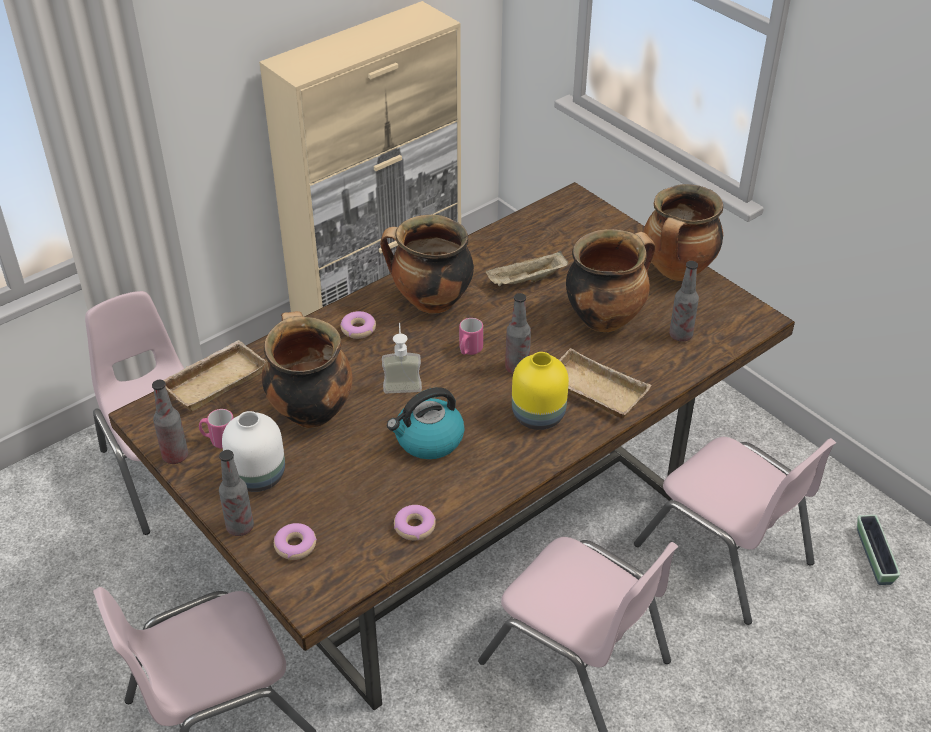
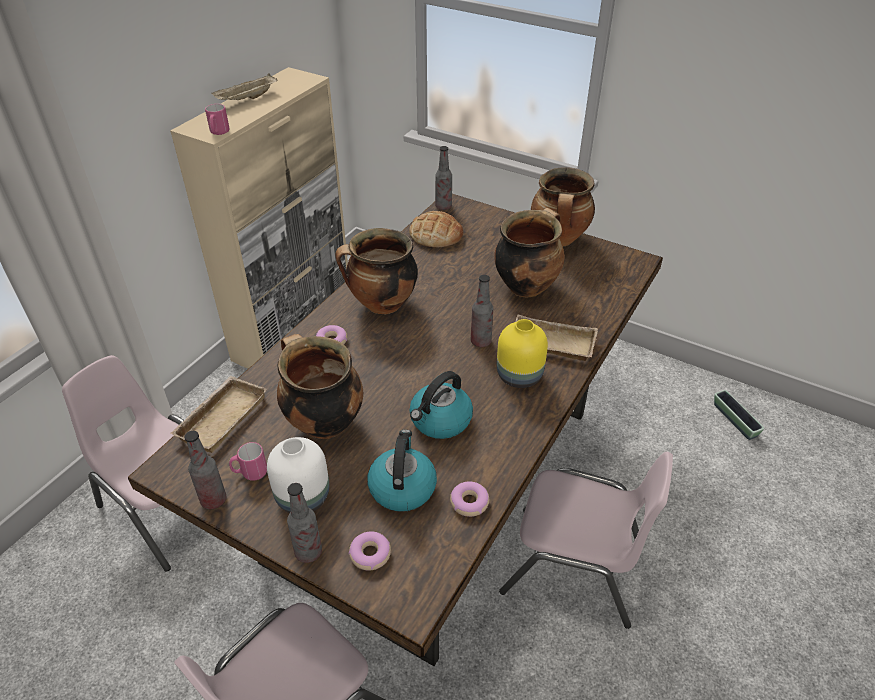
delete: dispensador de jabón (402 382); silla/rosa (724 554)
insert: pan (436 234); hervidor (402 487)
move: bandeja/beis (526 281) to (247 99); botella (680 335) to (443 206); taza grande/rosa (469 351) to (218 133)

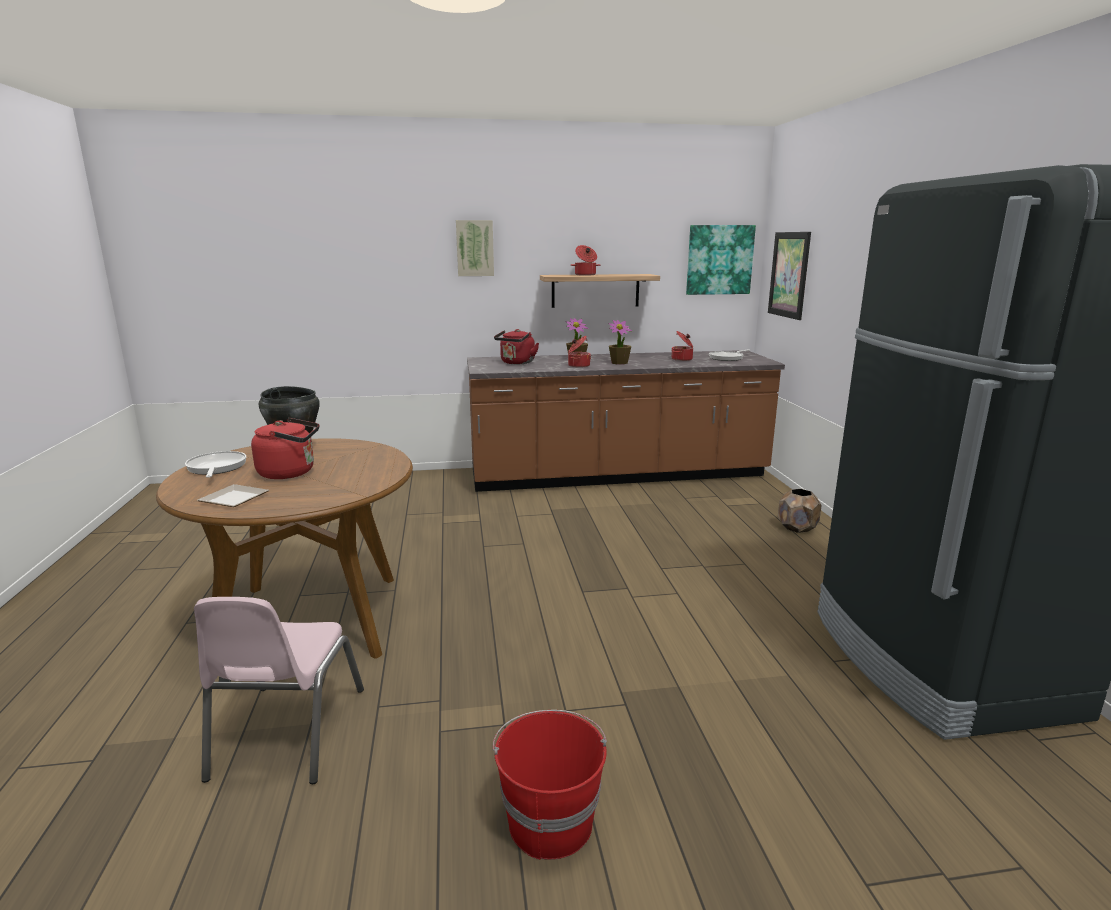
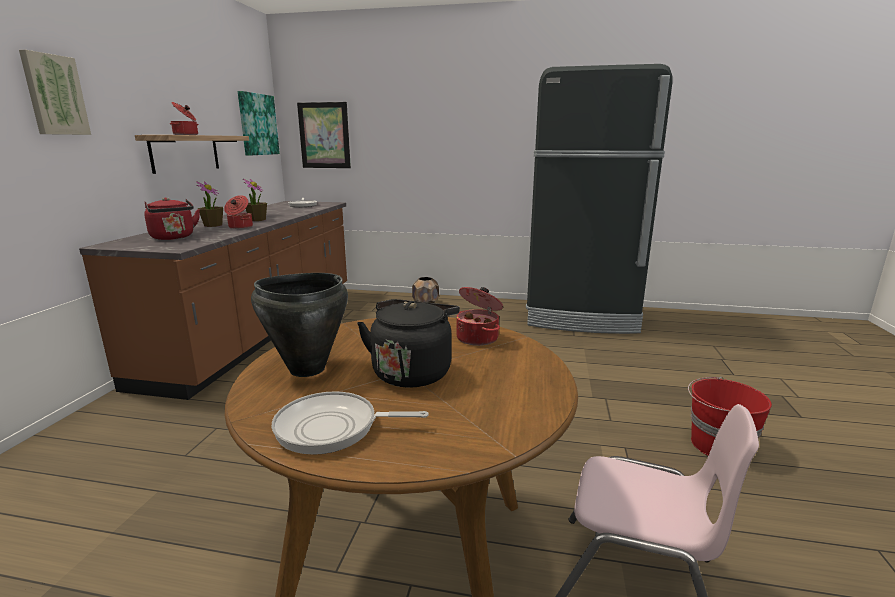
delete: plato (231 499)
move: olla (682 359) to (478 338)
recolor: hervidor/rojo (290 473) to hervidor/negro (413 371)

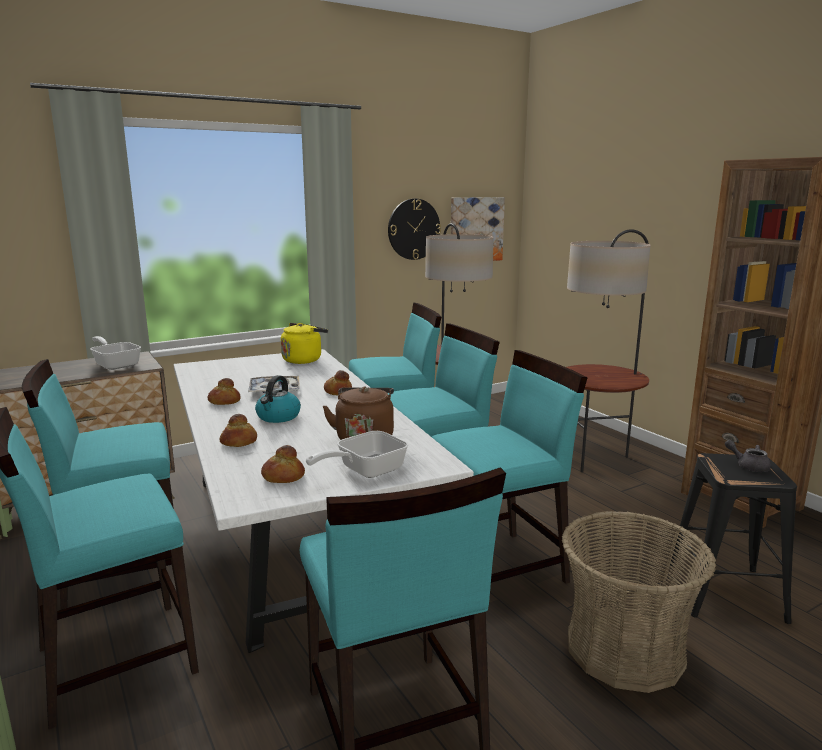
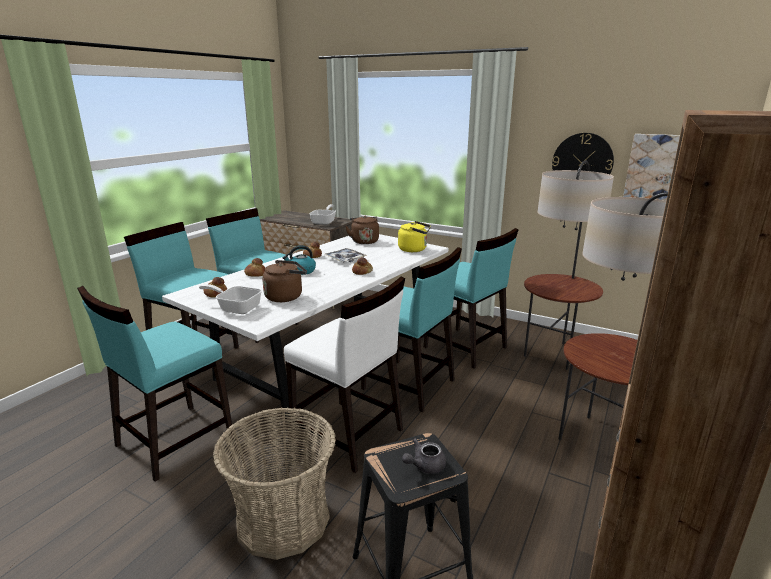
insert: hervidor/marrón (364 241)
recolor: silla/turquesa (498 568) to silla/blanco (348 435)
rotate: tetera/gris (748 466) = (424 466) 135 degrees counterclockwise

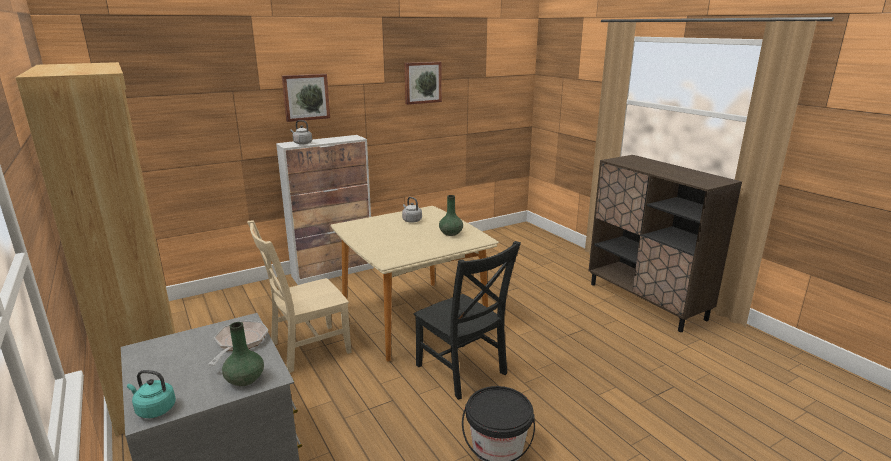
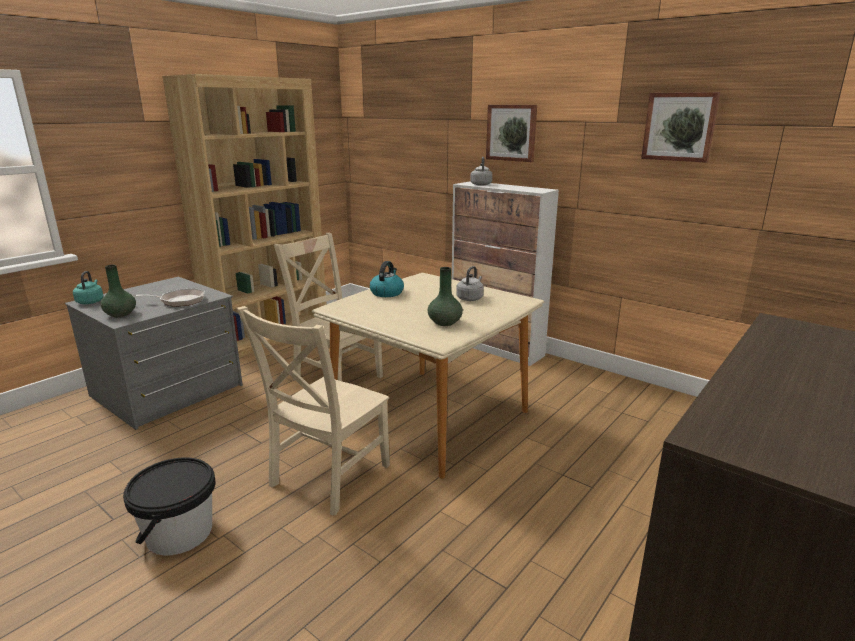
insert: hervidor (387 293)
recolor: silla/negro (463 371) to silla/beis (327 478)

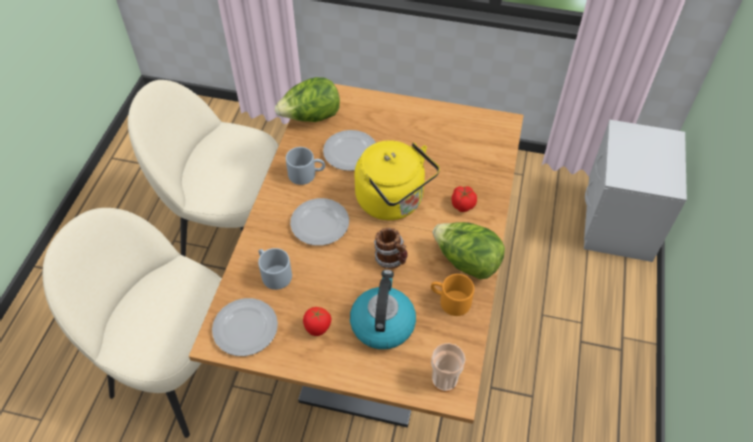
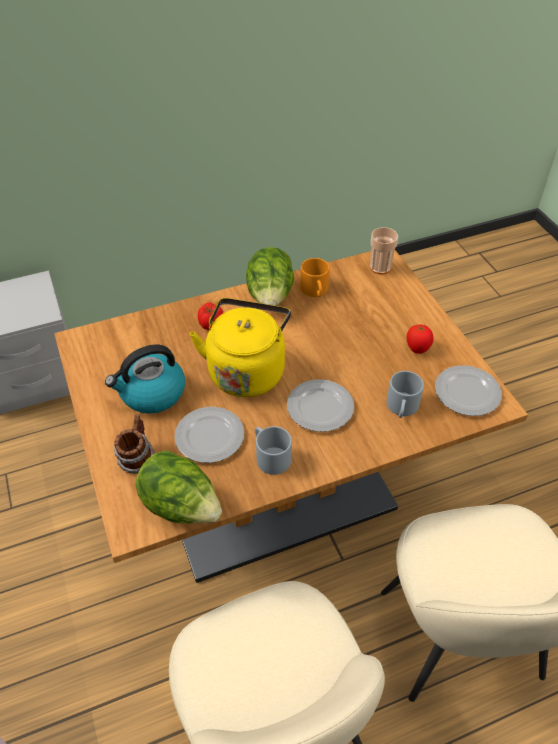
move: taza grande (392 259) to (137 459); hervidor (382 323) to (152 394)

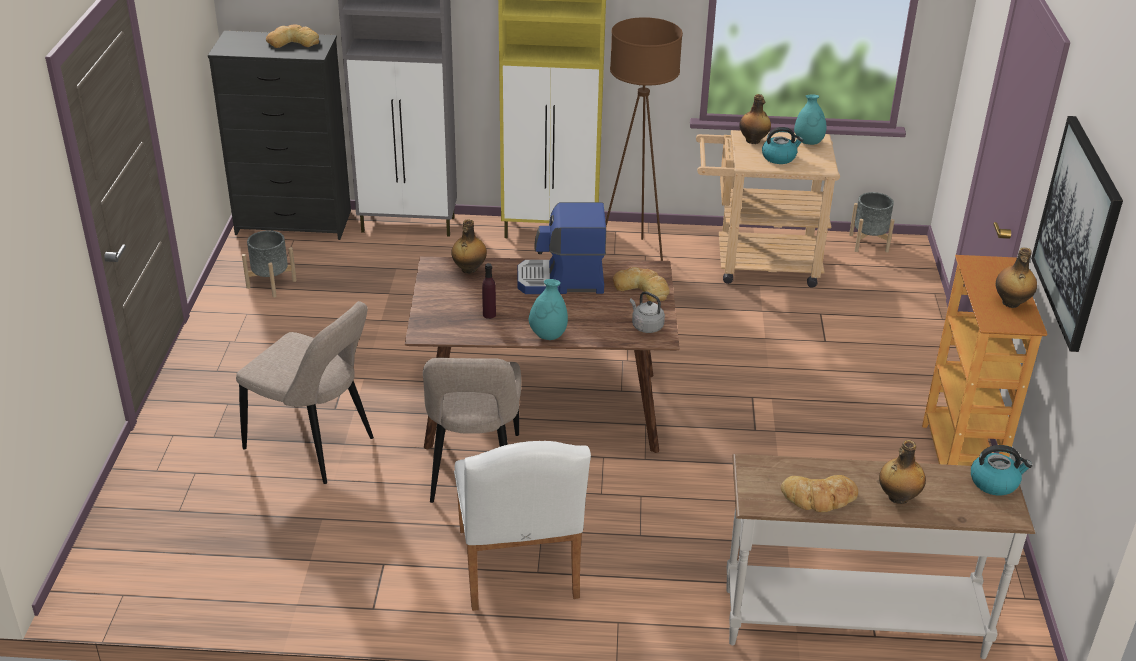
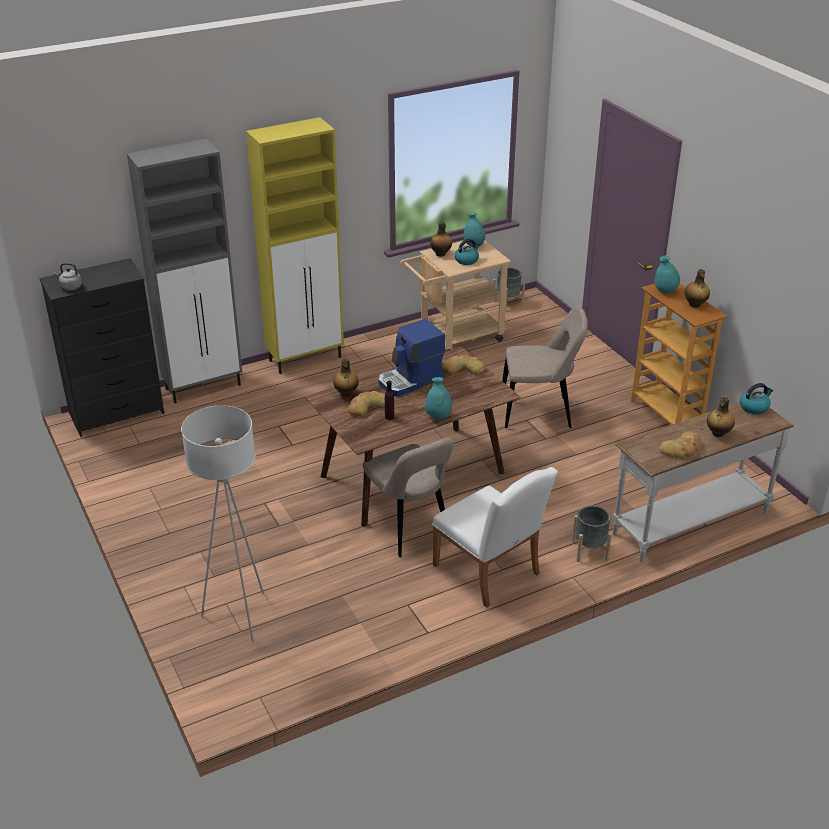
delete: lámpara de pie/marrón (634 258); cuadro (1077 232)
insert: florero/turquesa (665 291); lámpara de pie/blanco (240 615)
move: pan (293 42) to (366 406); maceta/gris (271 284) to (589 550); hervidor/gris (646 326) to (70 287); silla/beis (314 446) to (539 413)

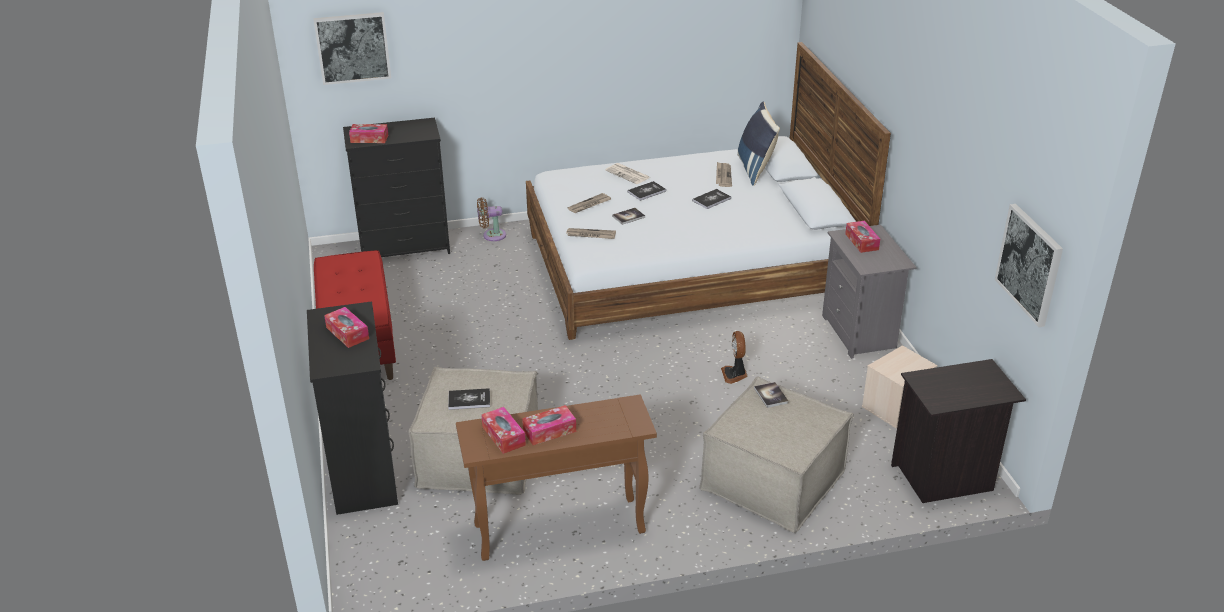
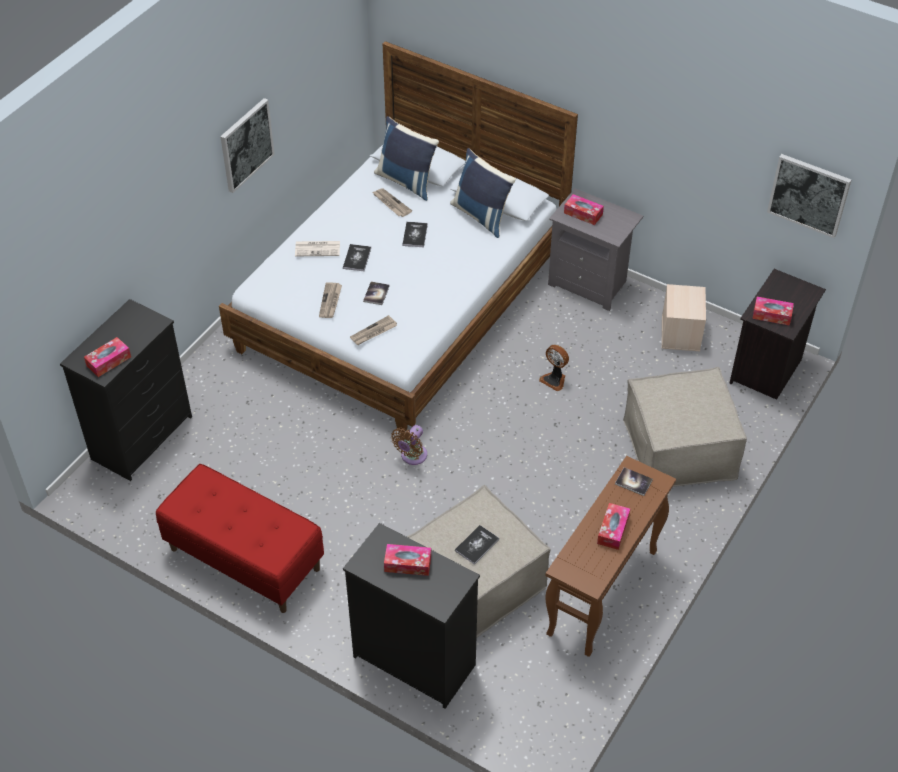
insert: cojín/azul (482 215)
move: cuadro (353 47) to (246 144); ventilador/marrón (491 235) to (412 456); libro (771 395) to (633 482); caja de pañuelos (503 436) to (772 315)

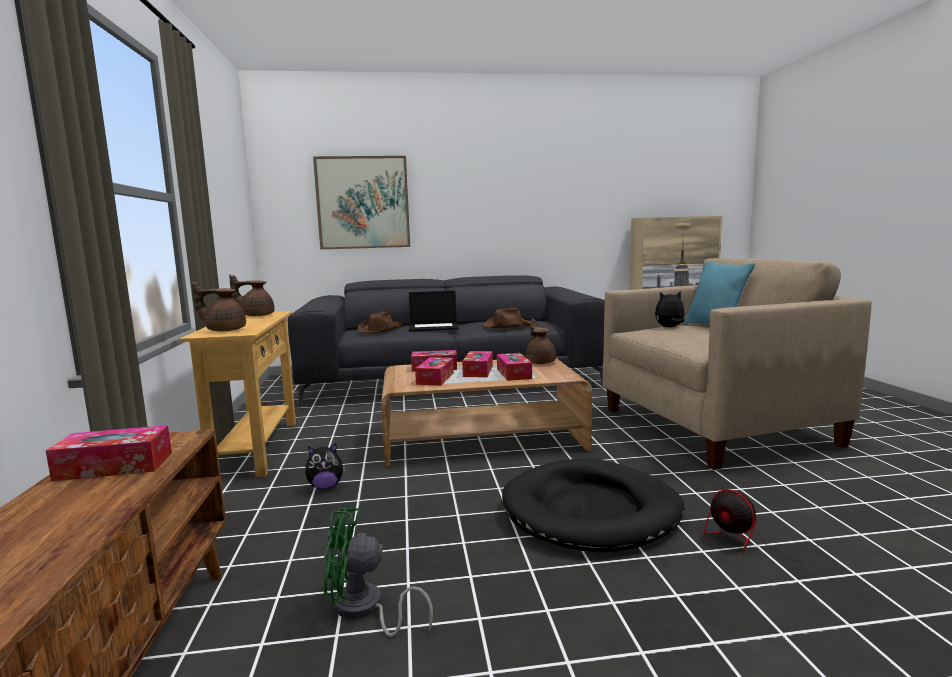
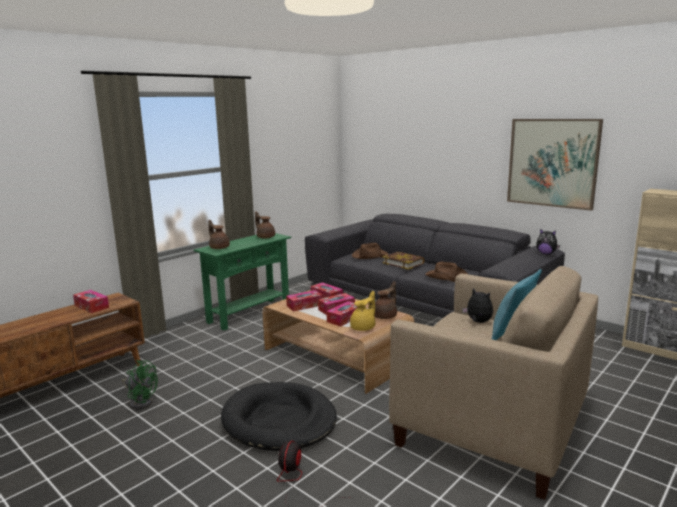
insert: tetera/amarillo (364 327)
move: cuadro (363 203) to (552 163); peluche (325 486) to (546 253)
replace: portátil (434 327) to libro (403 263)
recolor: mesa consola/beis (257 448) to mesa consola/verde (249 314)
rotate: ventilador/verde (364 610) = (141 401) 150 degrees clockwise

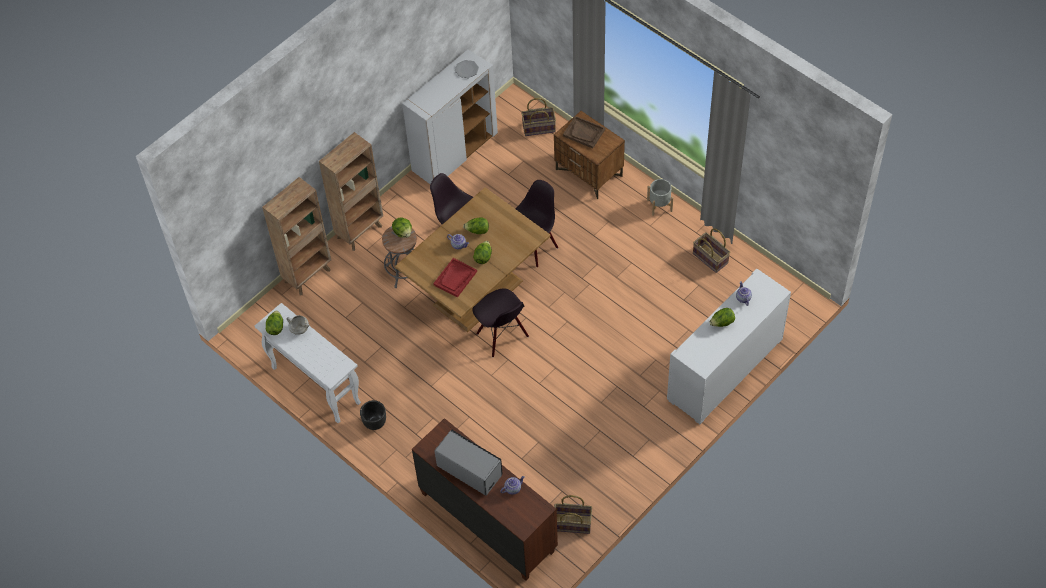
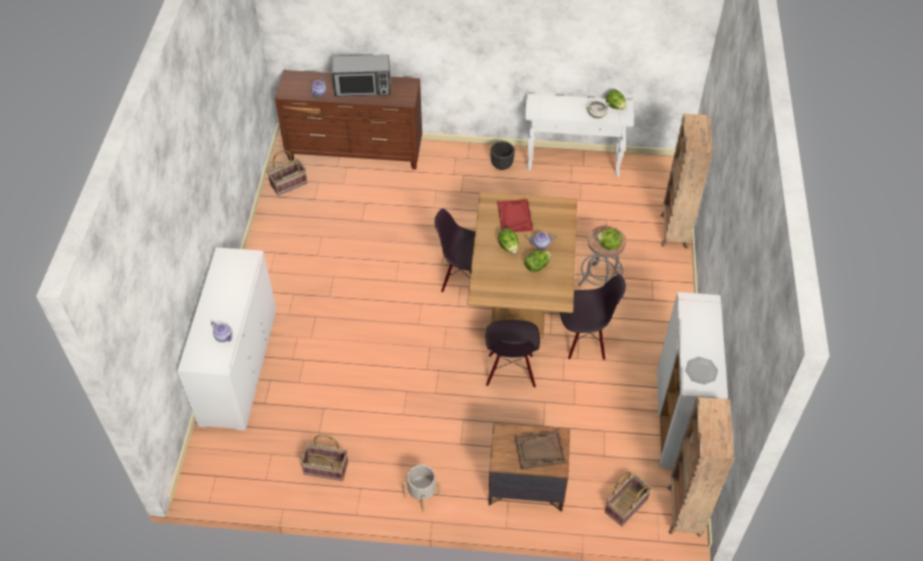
delete: lechuga (722 323)
move: estantería/marrón (360 231) to (683 512)

